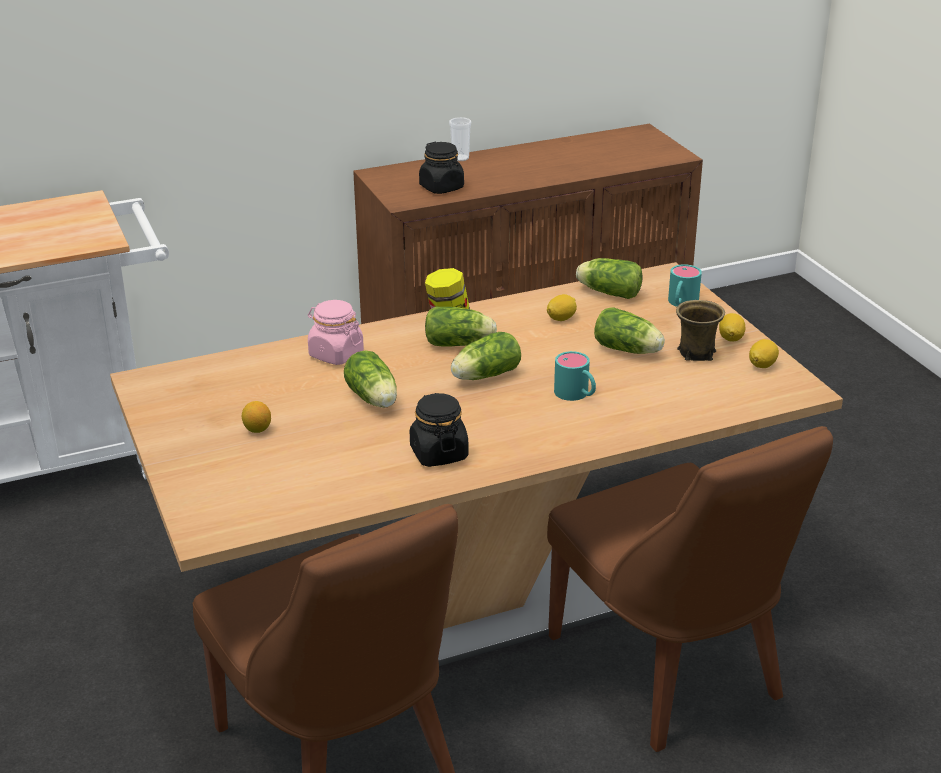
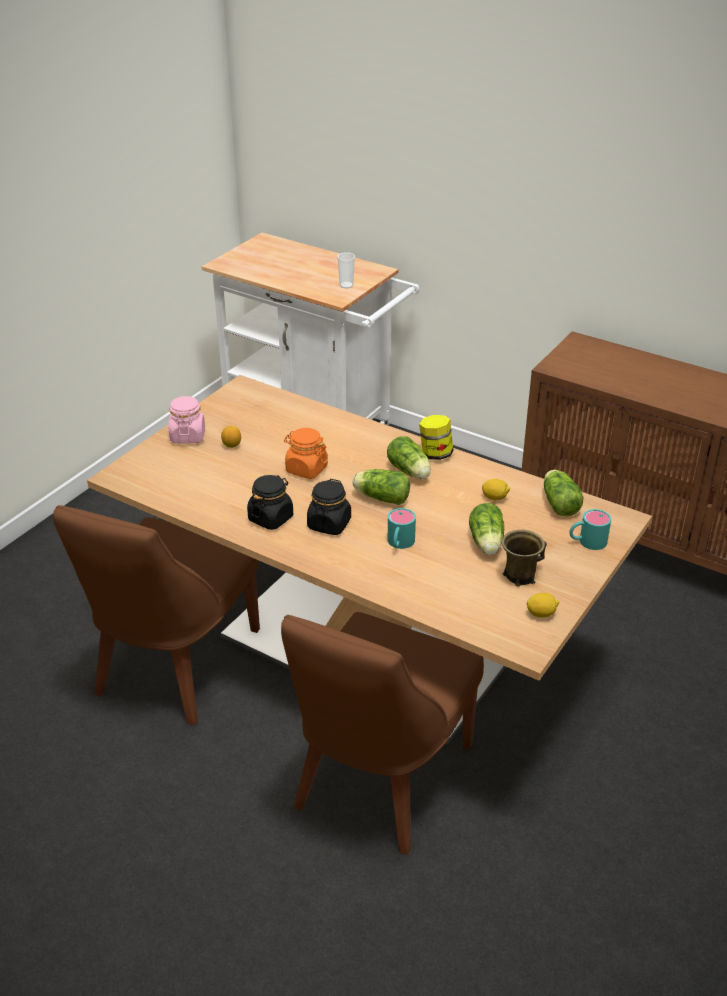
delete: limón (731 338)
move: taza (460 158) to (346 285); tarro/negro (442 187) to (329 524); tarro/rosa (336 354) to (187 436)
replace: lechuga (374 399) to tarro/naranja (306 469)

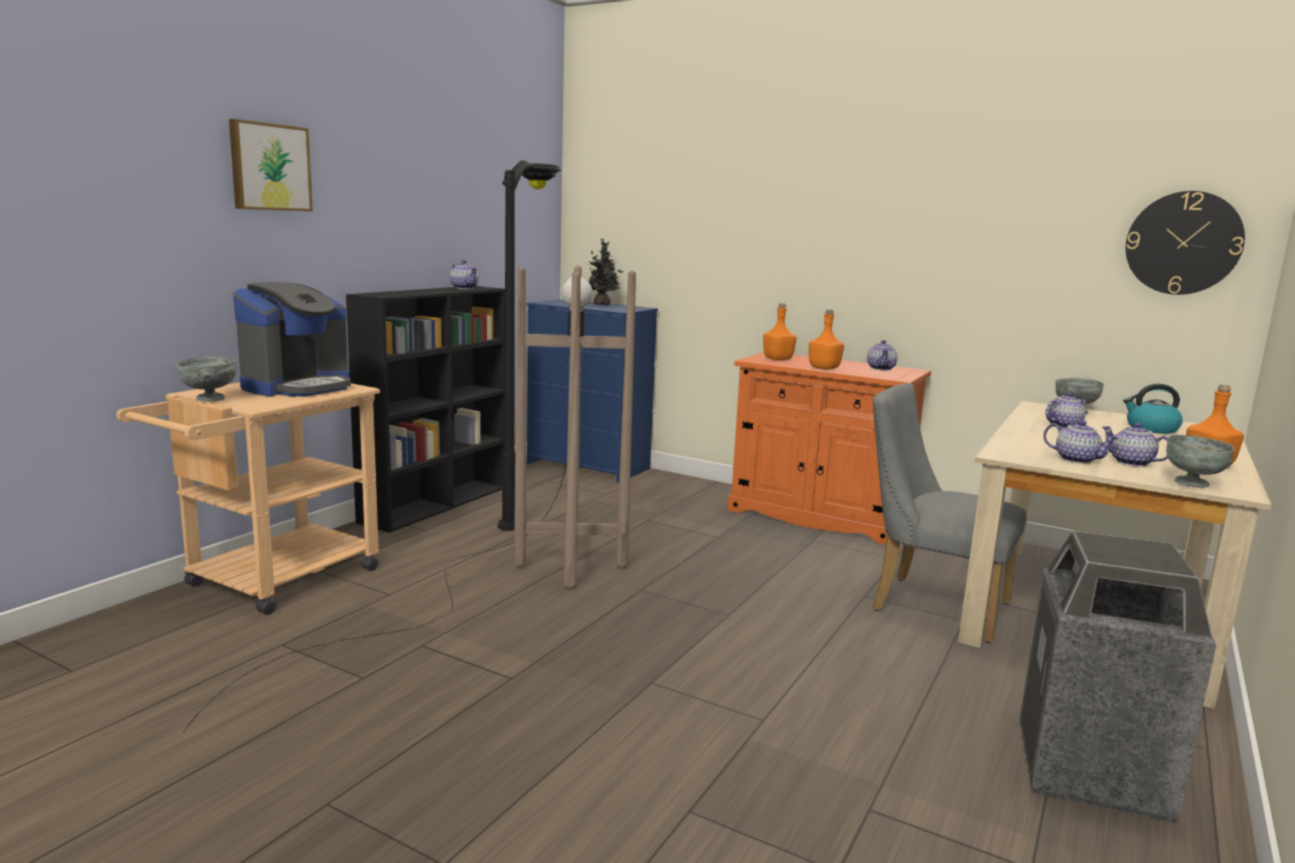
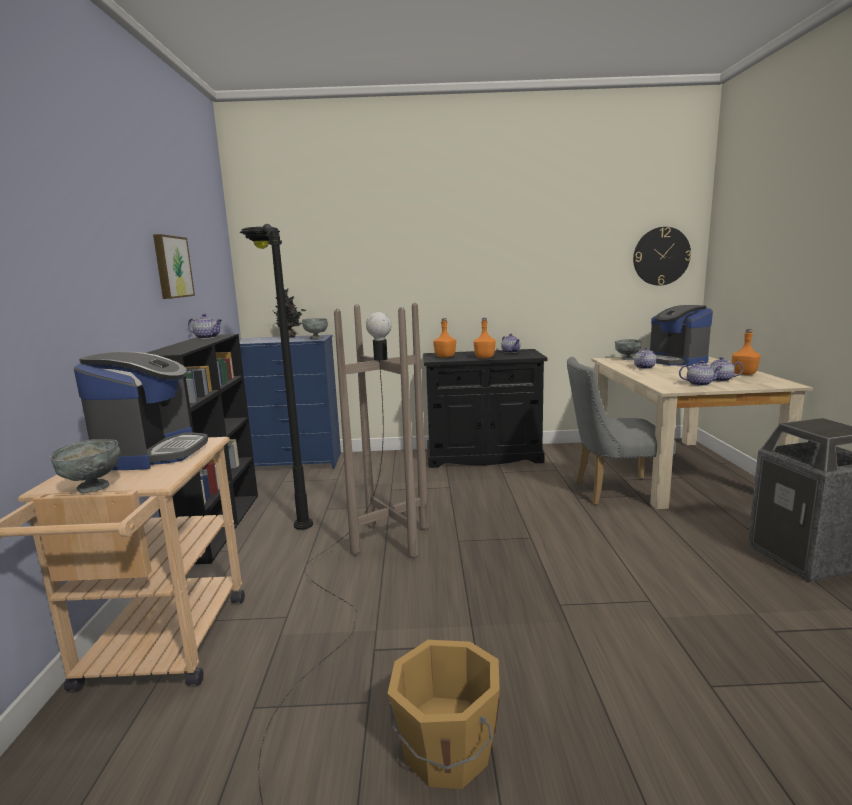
insert: cubo/naranja (446 751)
move: cuadro (269 167) to (171 267); cuenco/gris (1193 484) to (316 338)
replace: hervidor (1151 429) to cafetera (676 361)
recolor: armario/naranja (818 516) to armario/negro (483 456)

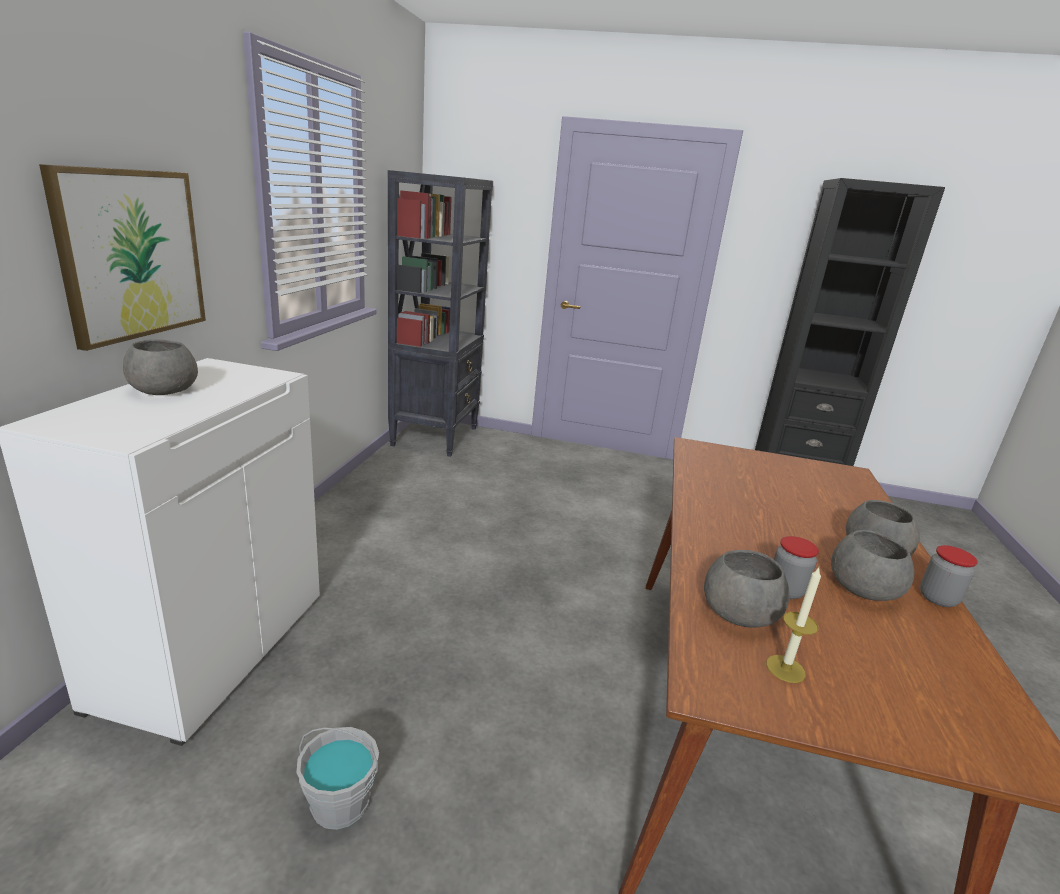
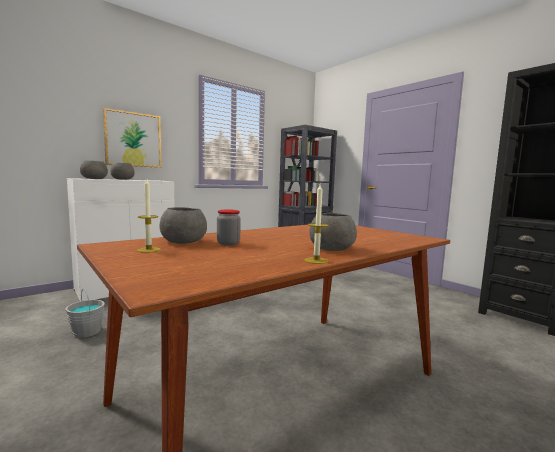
move: cuenco/gris (862 588) to (95 179)
replace: tarro (938 598) to vela (316 260)

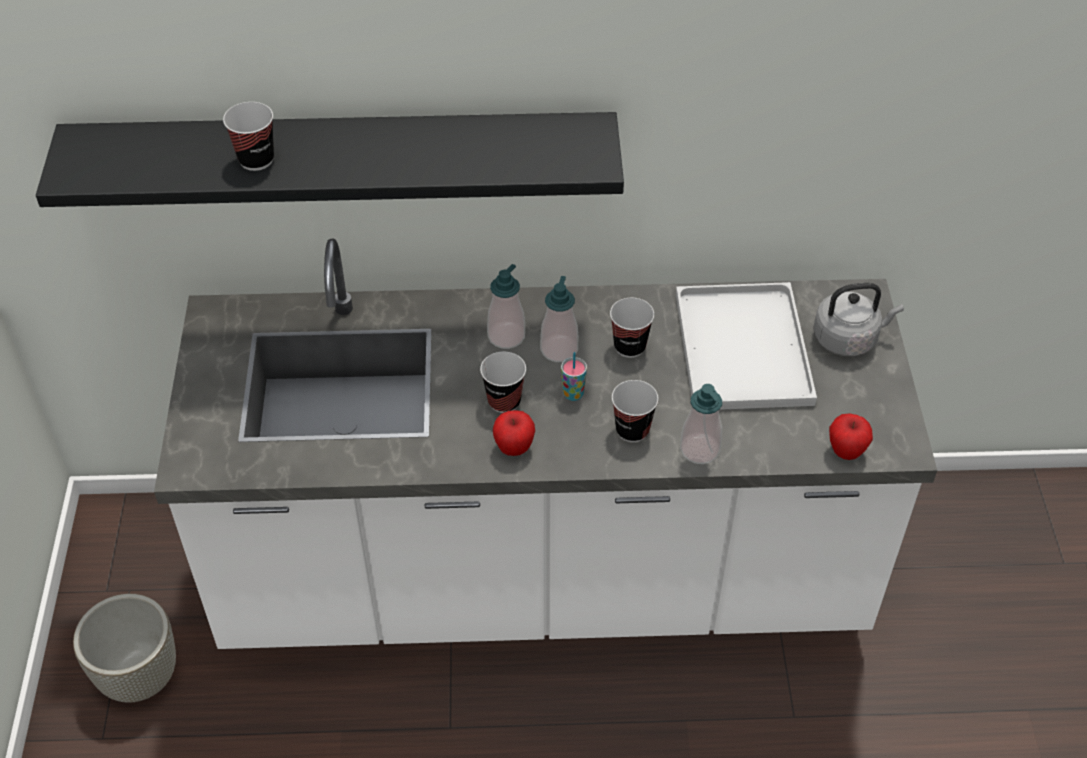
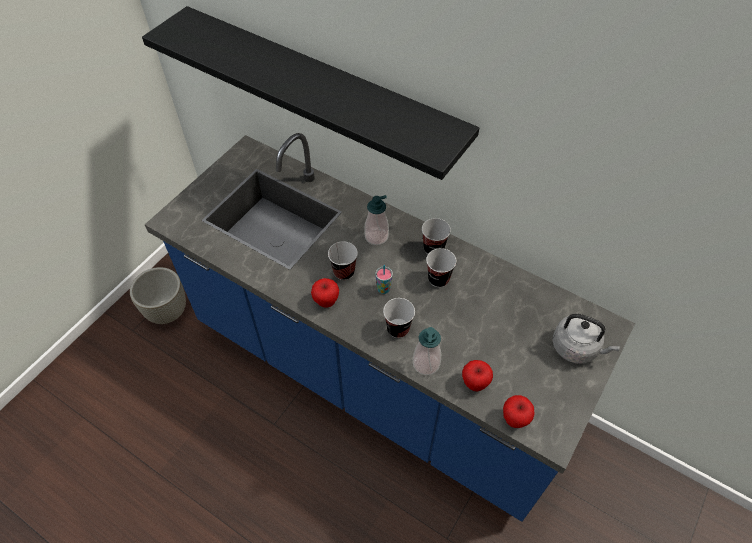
delete: dispensador de jabón (559 350); bandeja/blanco (740 345)
insert: manzana (474 383)
move: taza (256 159) to (433 249)
recolor: mueble bajo de cocina/blanco (543 577) to mueble bajo de cocina/azul (376 376)

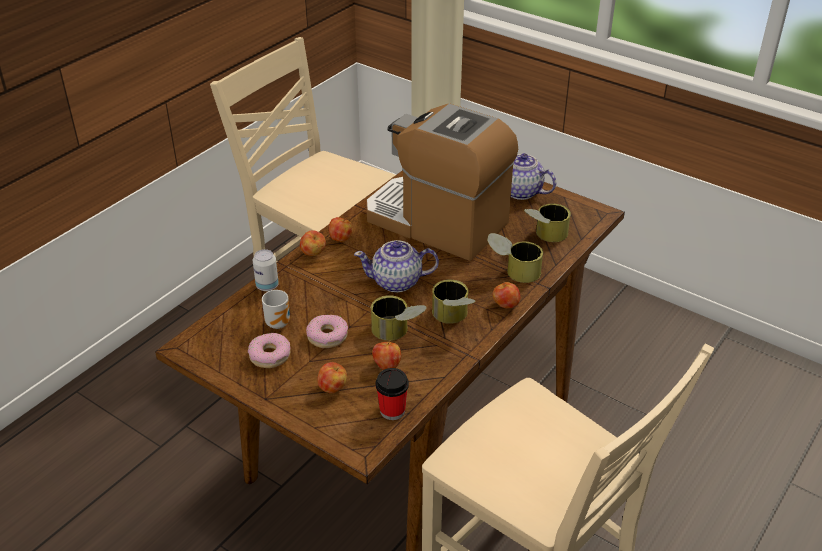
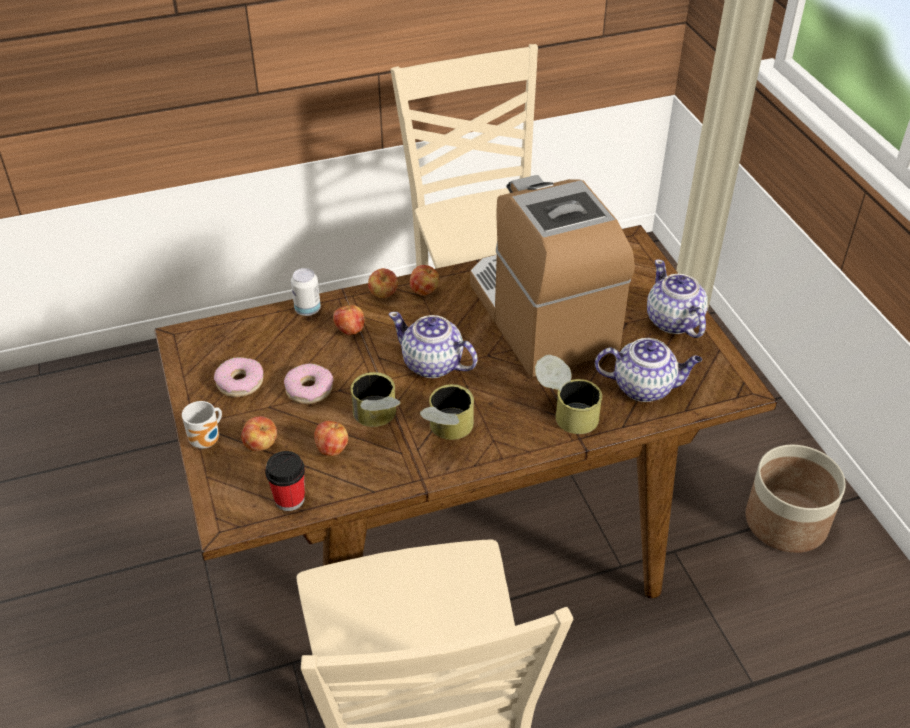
insert: maceta (786 522)
move: manzana (505 305) to (350 331); taza grande (279 323) to (208 441)
replace: lata (544 236) to tetera (644 387)

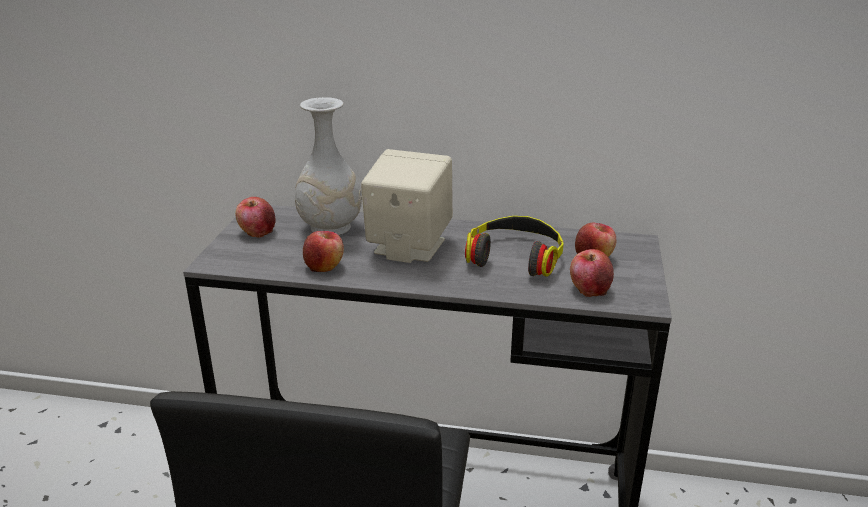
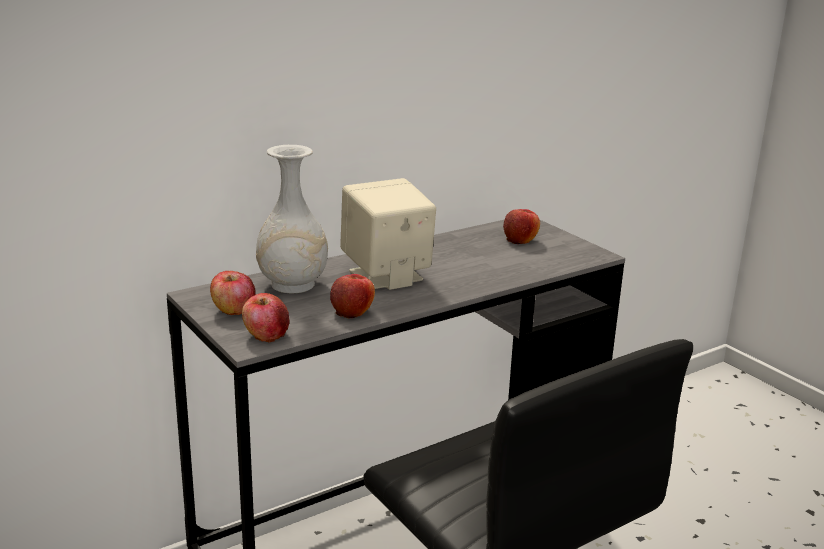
delete: auriculares (515 256)
move: manzana (589 289) to (266 335)

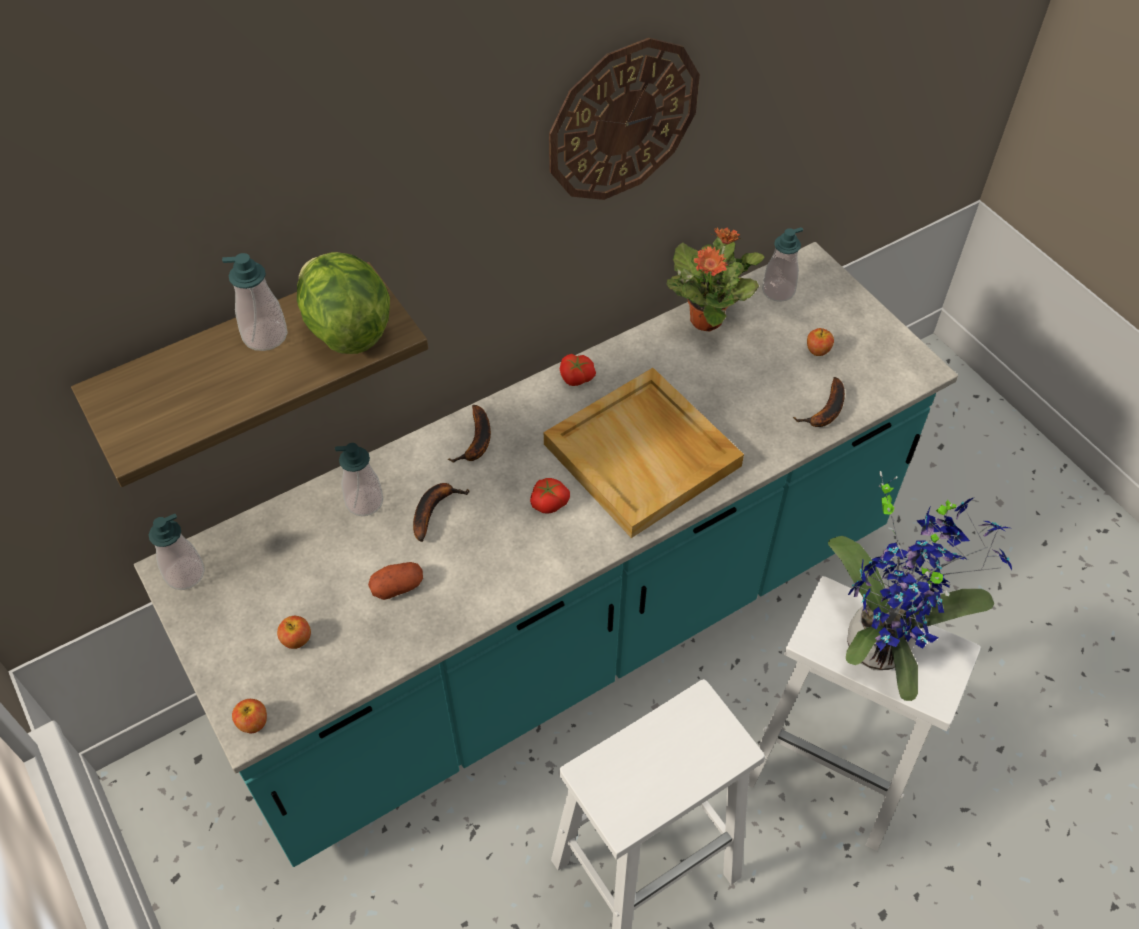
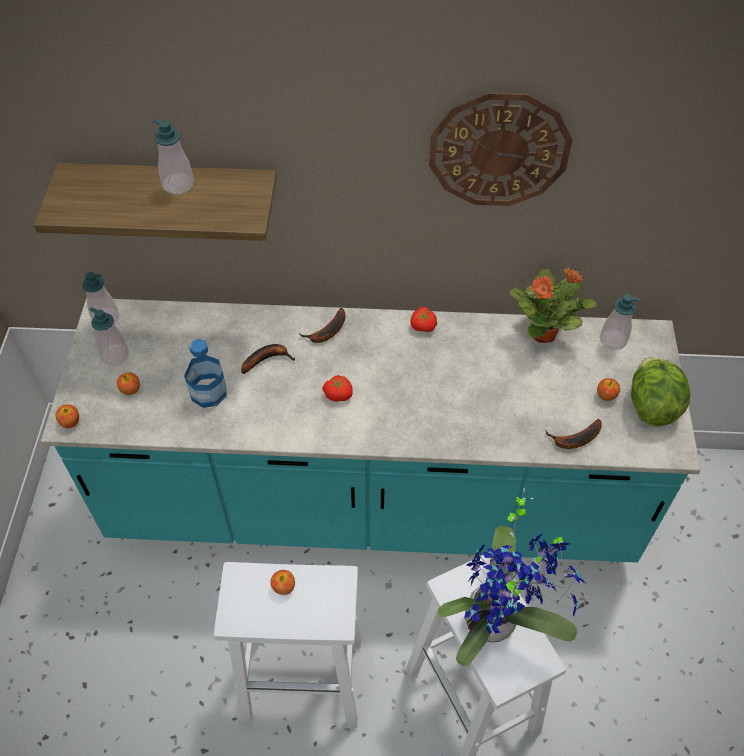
delete: bandeja/beis (644 455)
insert: manzana (283 587)
move: lechuga (346 328) to (651 405); dispensador de jabón (364 502) to (115 355)
replace: patata (397 586) to botella (208 392)

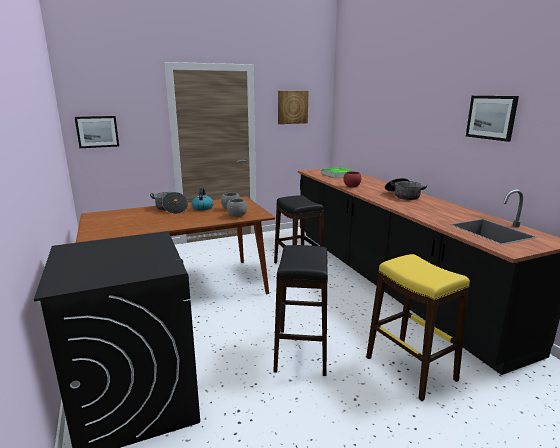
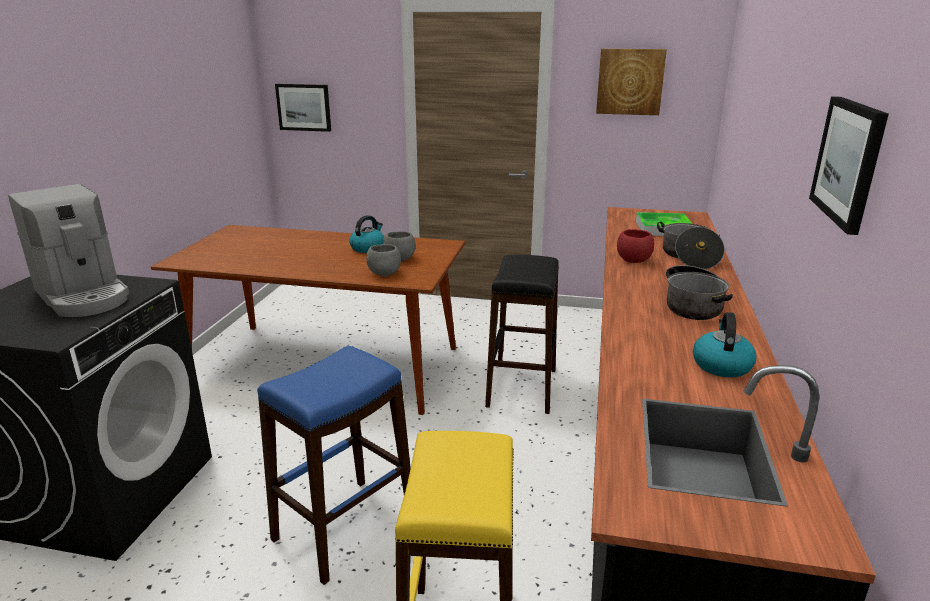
insert: cafetera (84 296); hervidor (721 365)
move: olla (170 209) to (688 257)
recolor: taburete/negro (302 351) to taburete/azul (344 529)

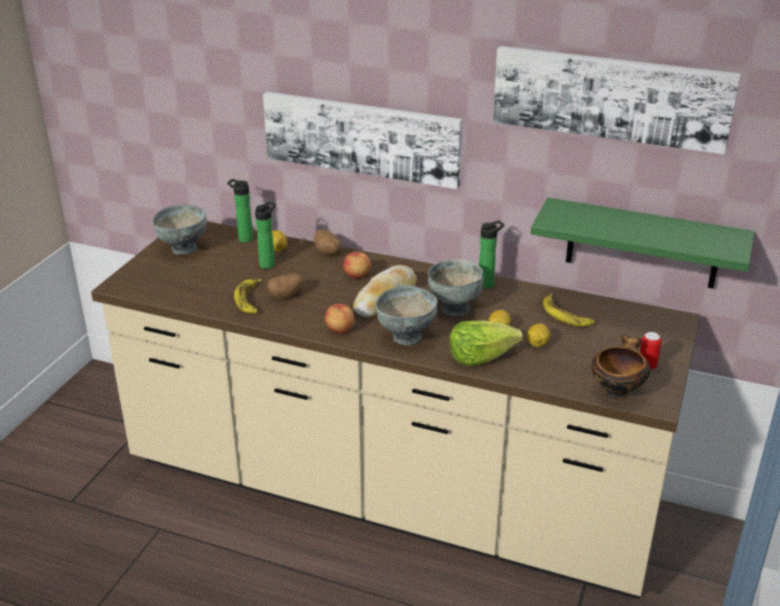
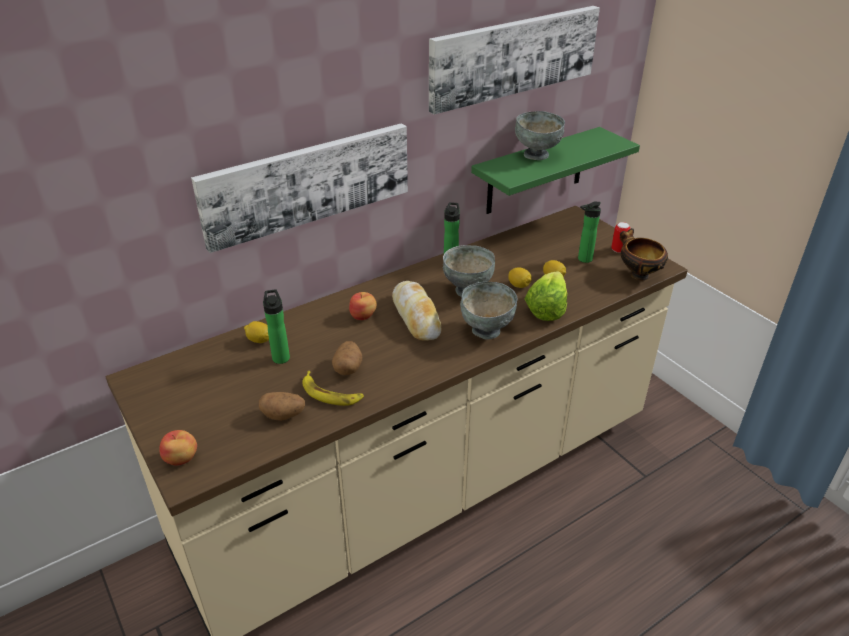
delete: plátano (566 315)
move: botella (243 238) to (583 259); cuenco/gris (183 249) to (537 155); patata (328 252) to (284 415); manzana (340 329) to (181 459)

